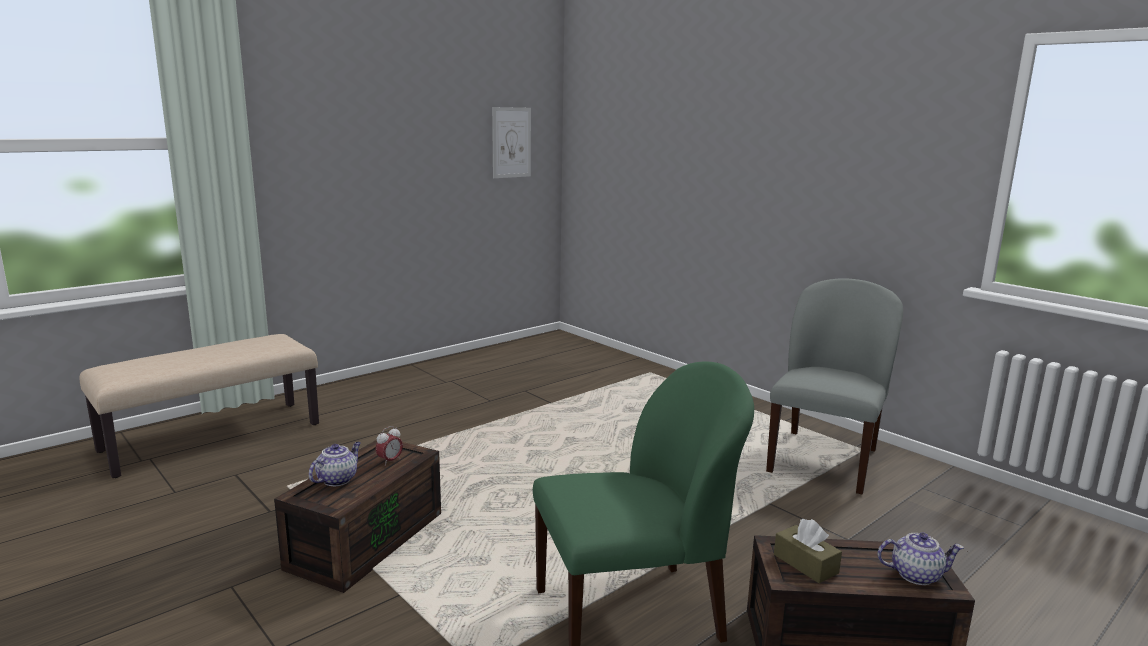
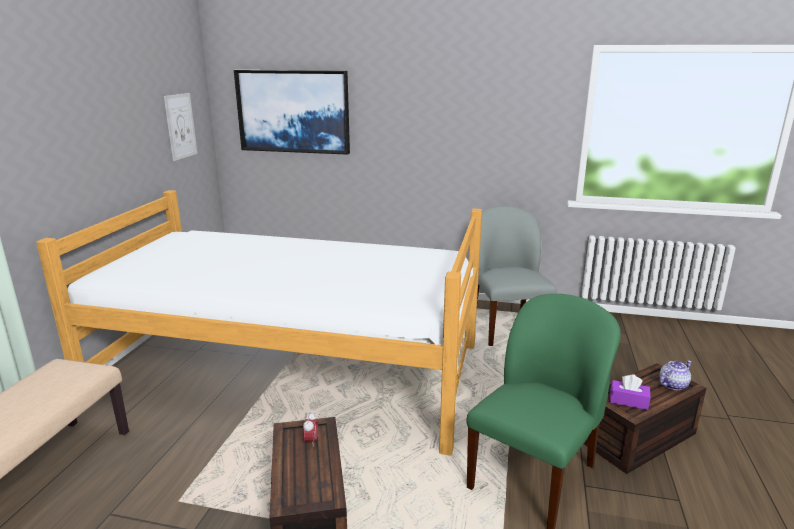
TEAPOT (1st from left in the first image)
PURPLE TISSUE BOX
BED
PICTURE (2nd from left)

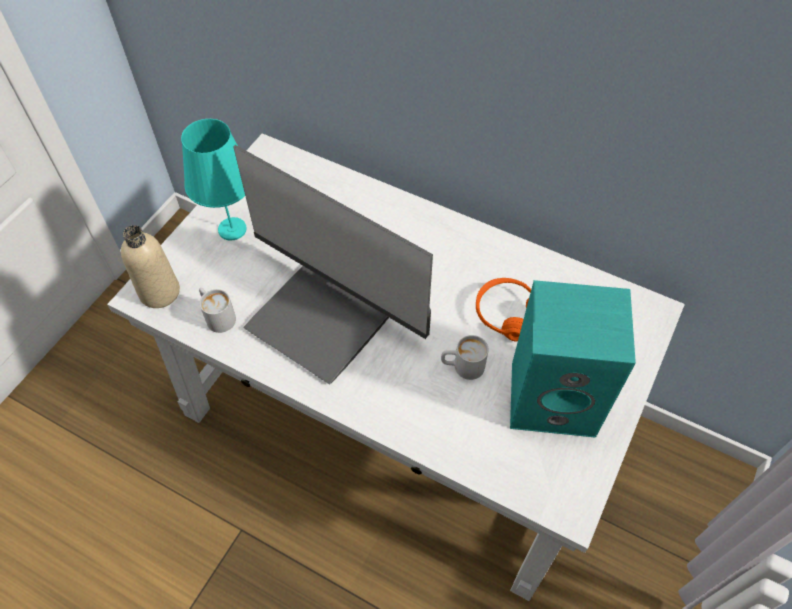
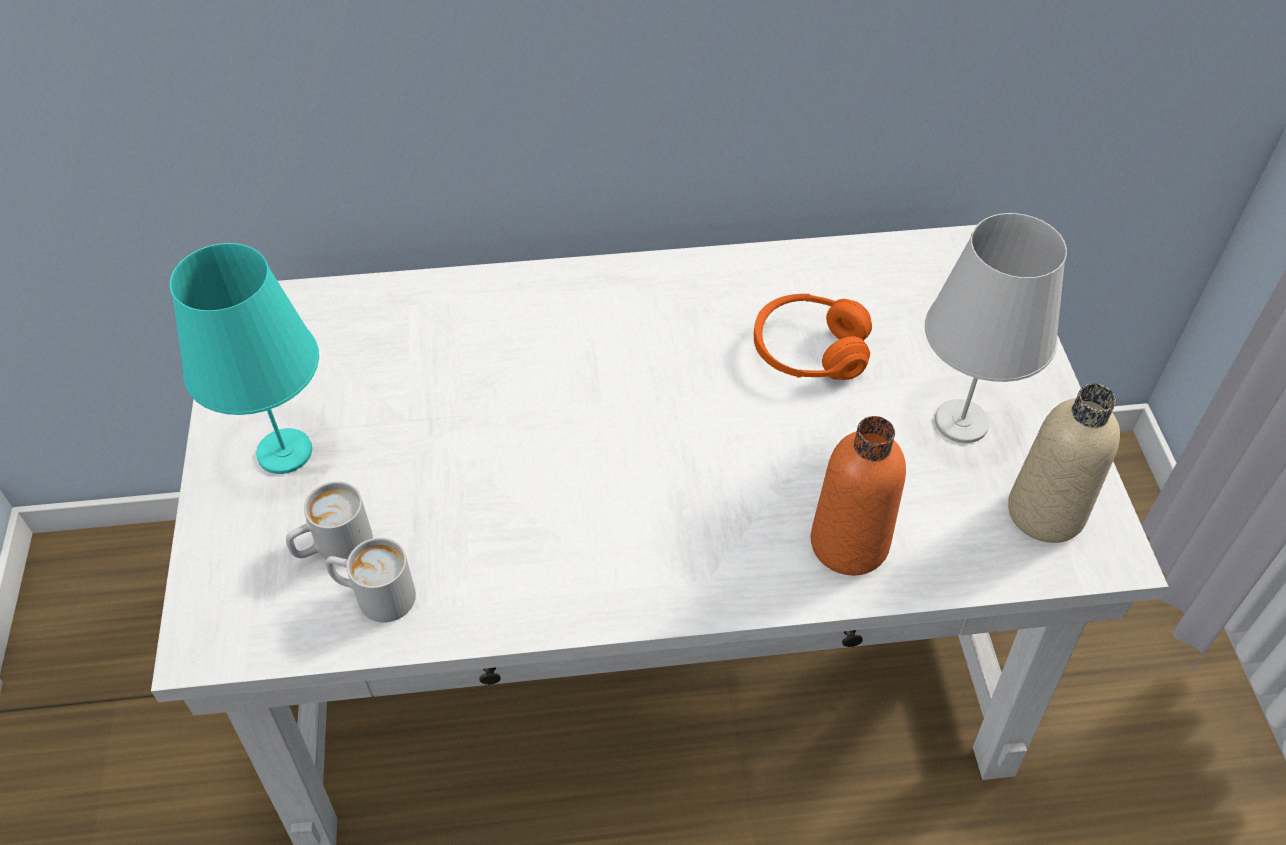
BEIGE BOTTLE
MONITOR
WHITE MUG (1st from left)
WHITE TABLE LAMP
ORANGE BOTTLE

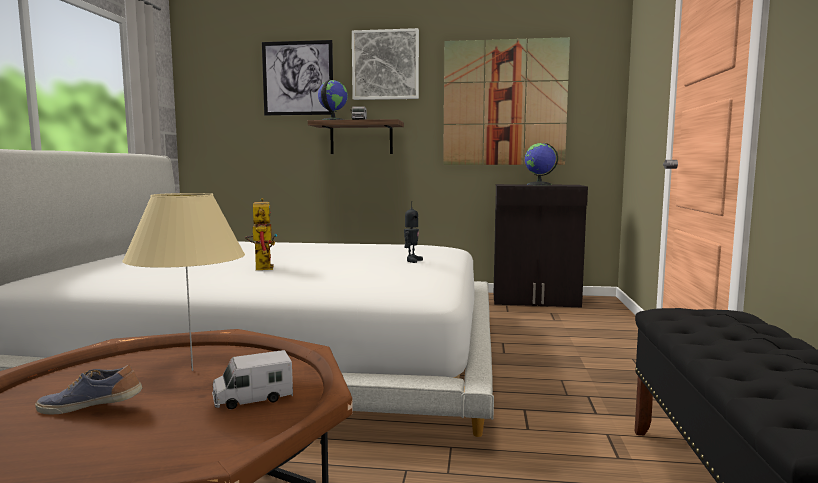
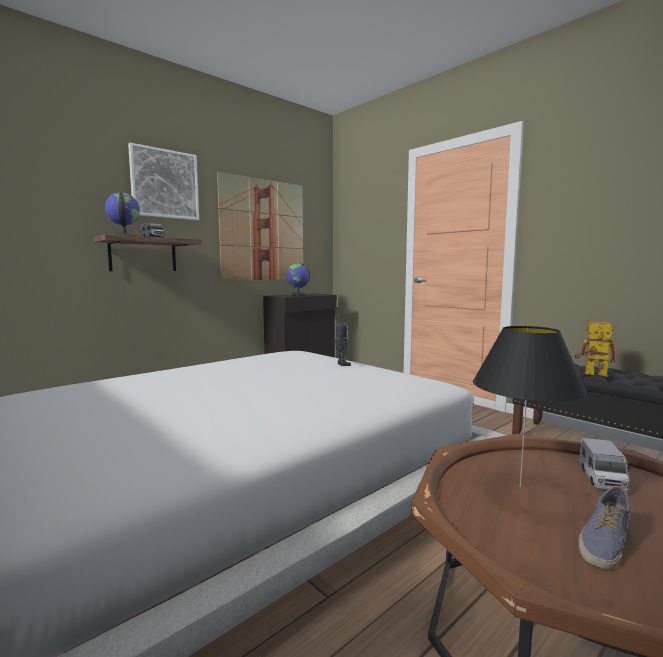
BLACK TABLE LAMP
TOY ROBOT (2nd from left)
PICTURE (1st from left in the first image)

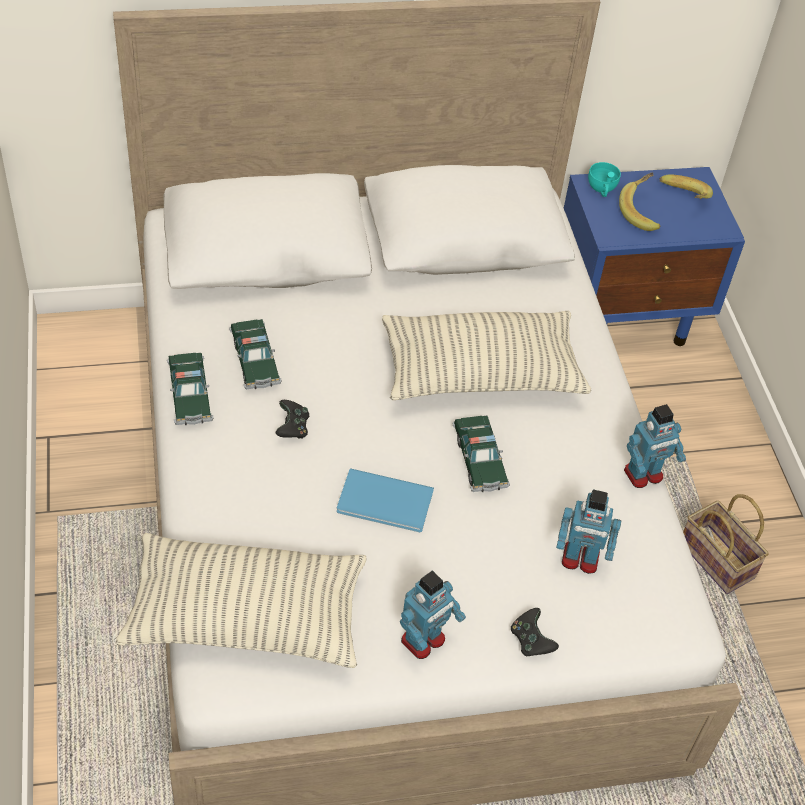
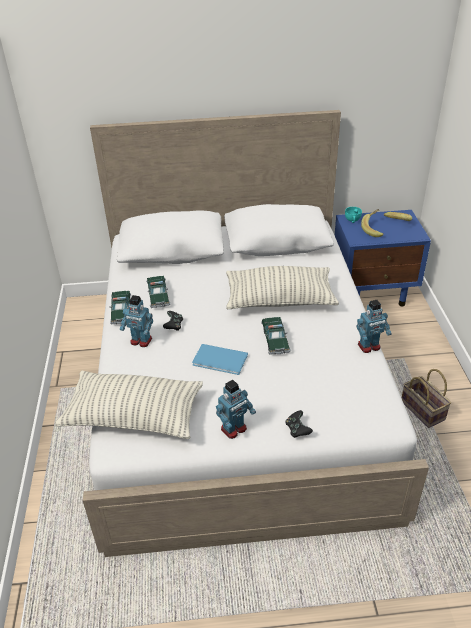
TOY ROBOT (1st from left)

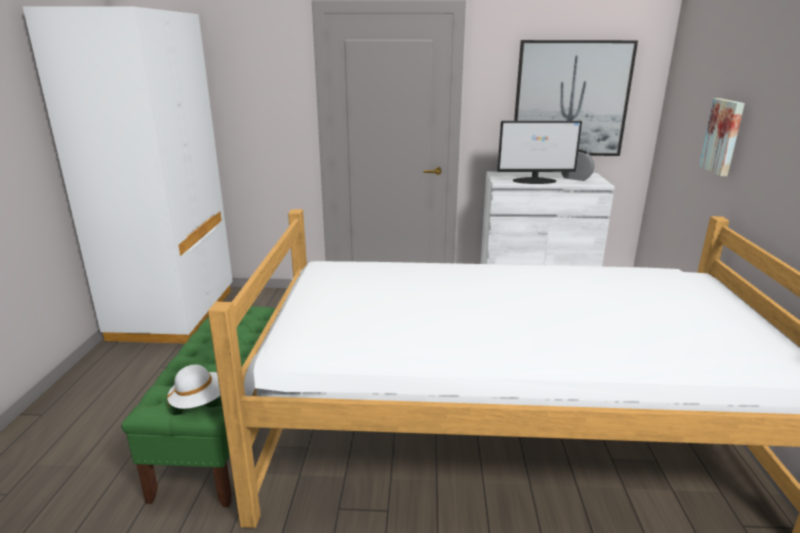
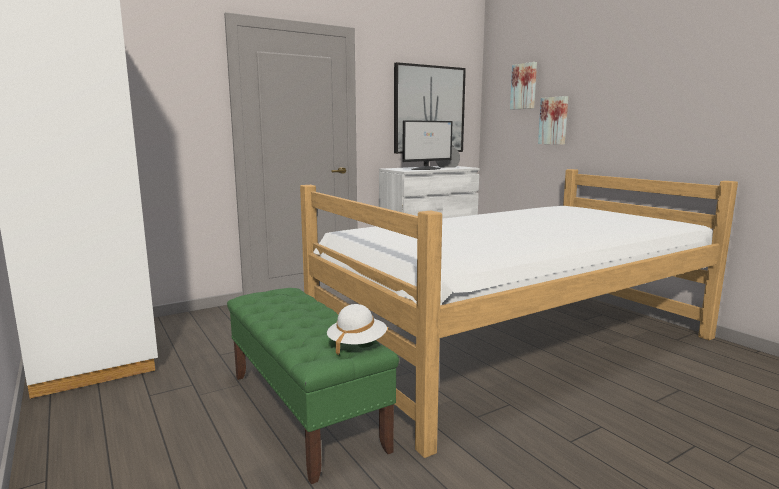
PICTURE (2nd from left)

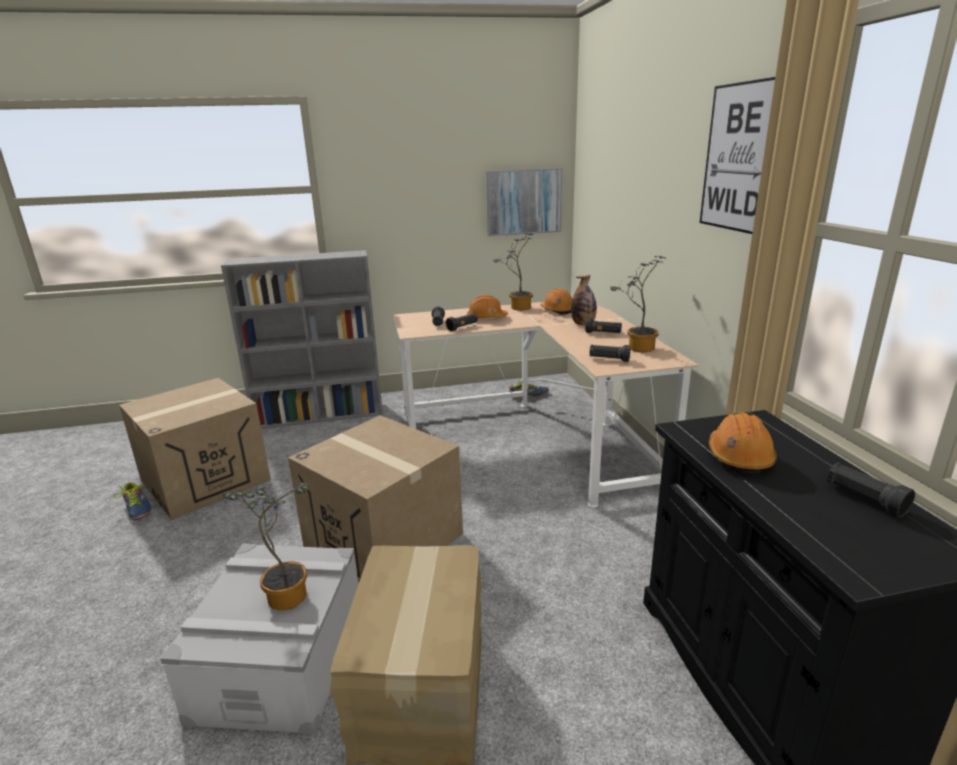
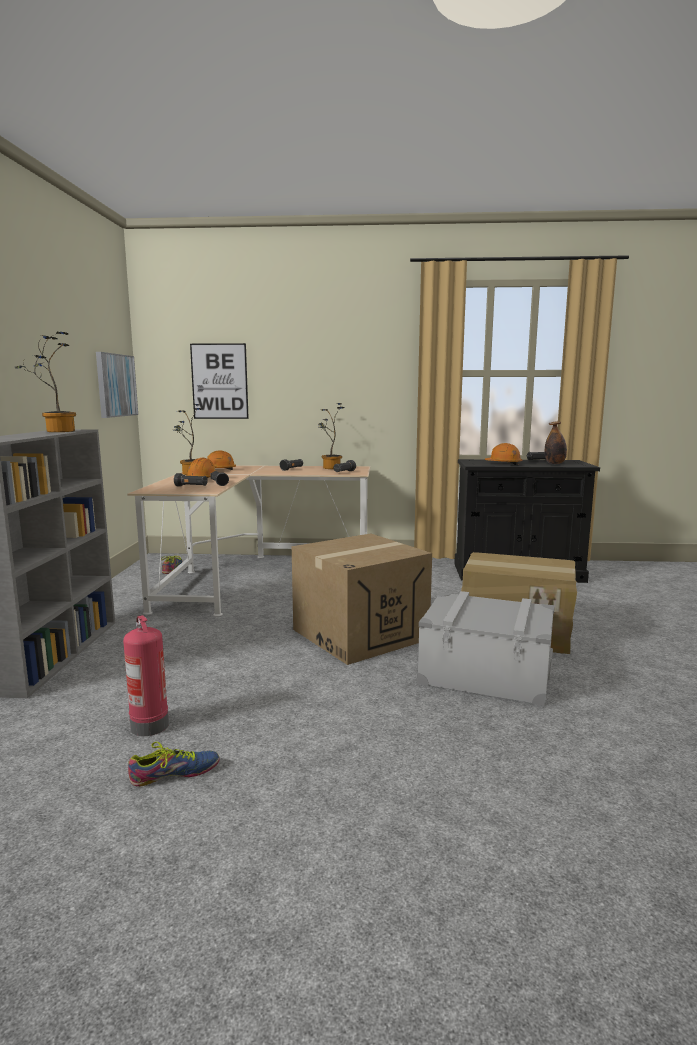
FIRE EXTINGUISHER
POTTED PLANT (1st from left)
BOTTLE
PICTURE (2nd from left)

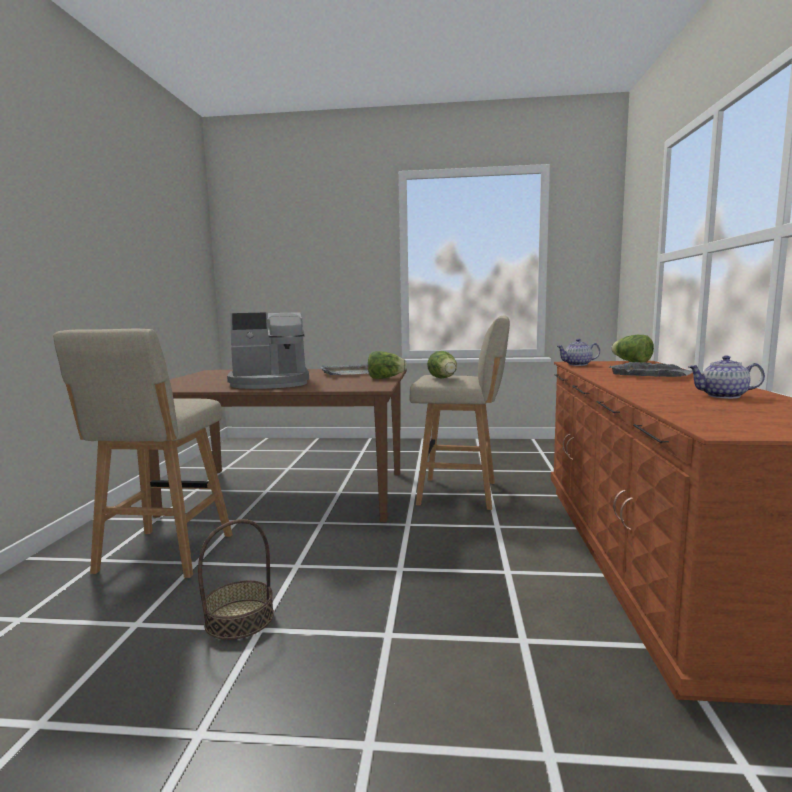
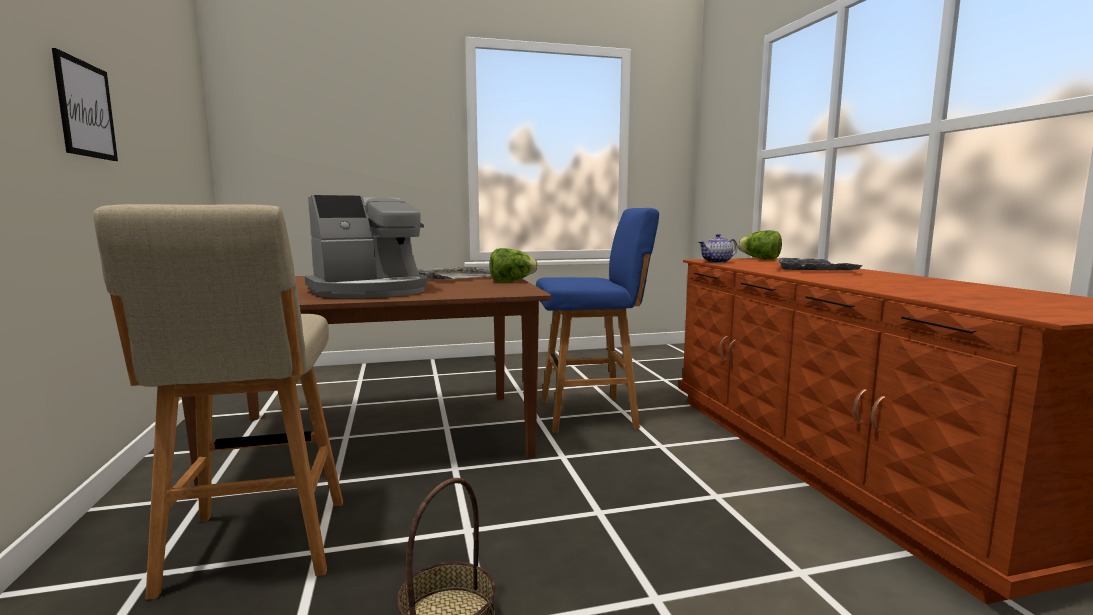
BLUE STOOL
LETTUCE (2nd from left in the first image)
TEAPOT (2nd from left in the first image)
PICTURE

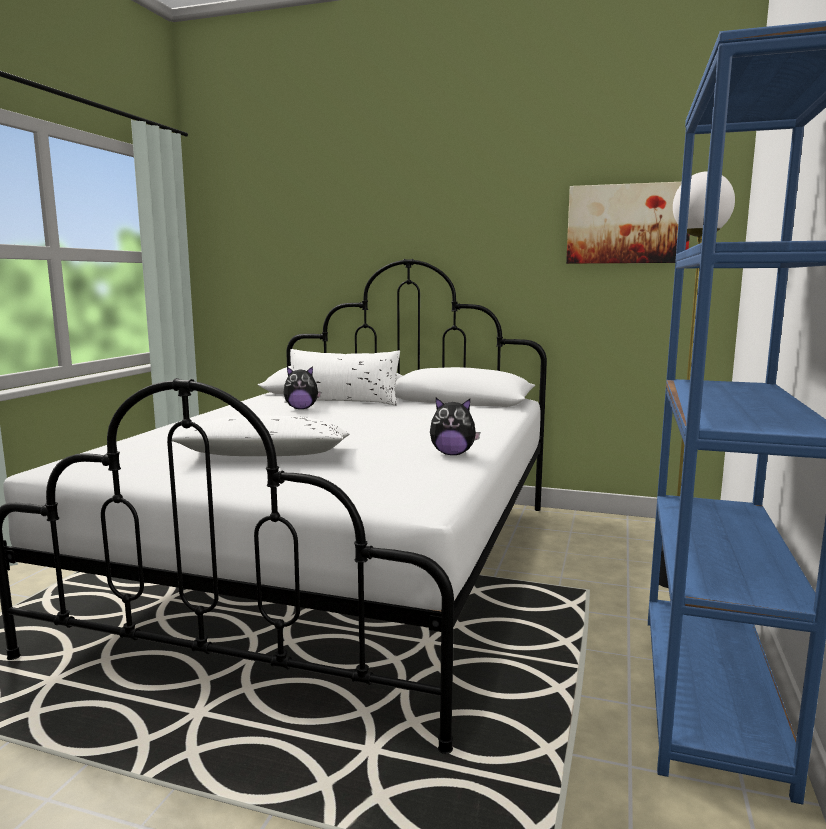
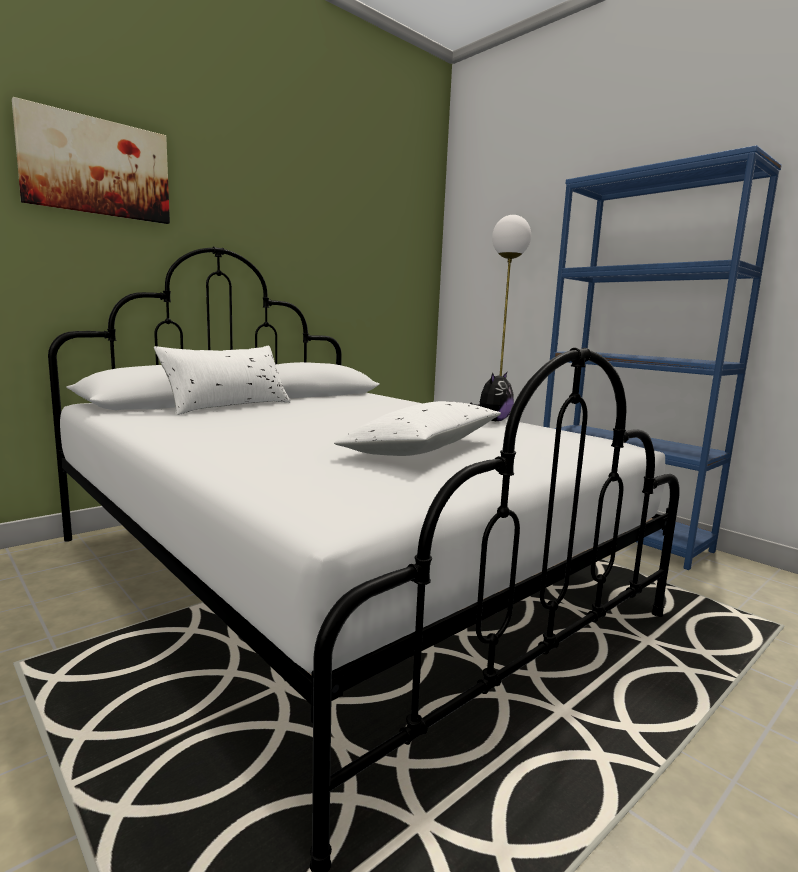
PLUSH TOY (1st from left in the first image)
PICTURE

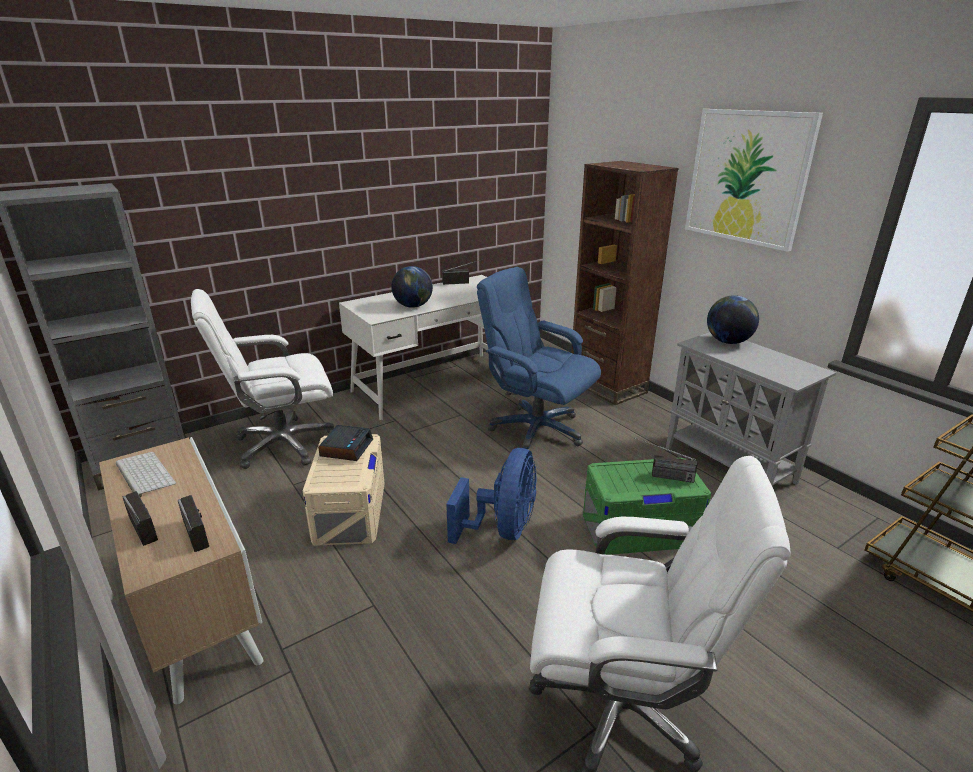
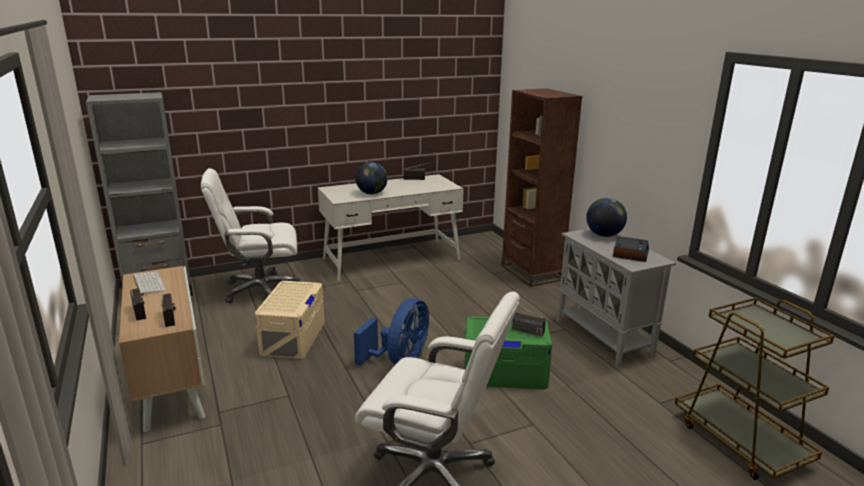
ALARM CLOCK
BLUE OFFICE CHAIR
PICTURE

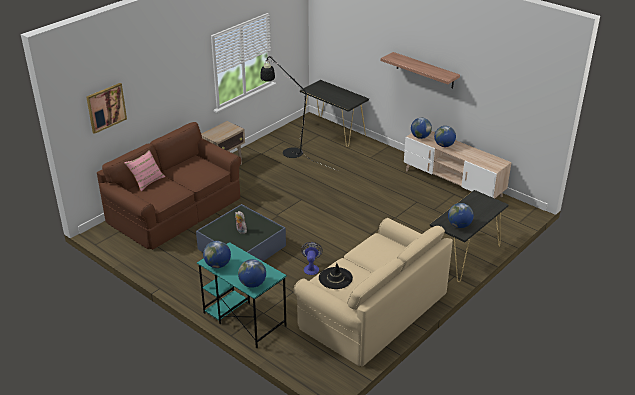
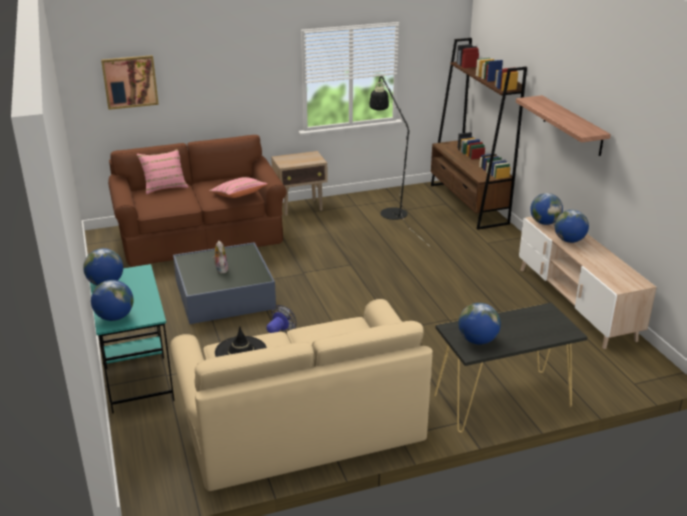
BROWN BOOKCASE
PINK PILLOW (2nd from left)

